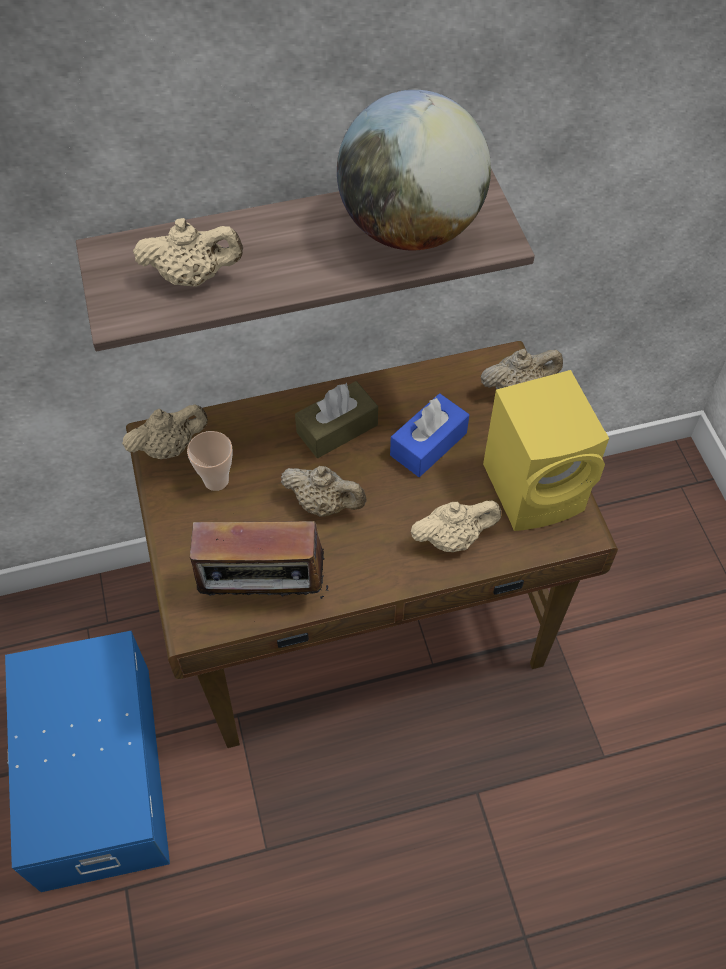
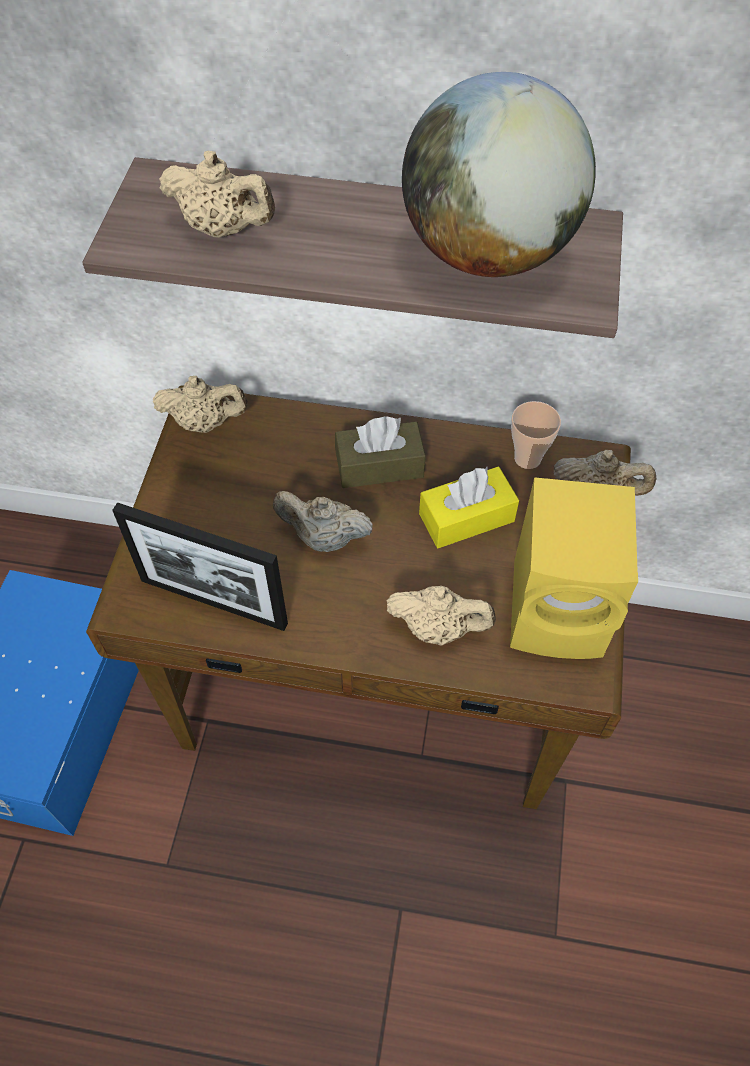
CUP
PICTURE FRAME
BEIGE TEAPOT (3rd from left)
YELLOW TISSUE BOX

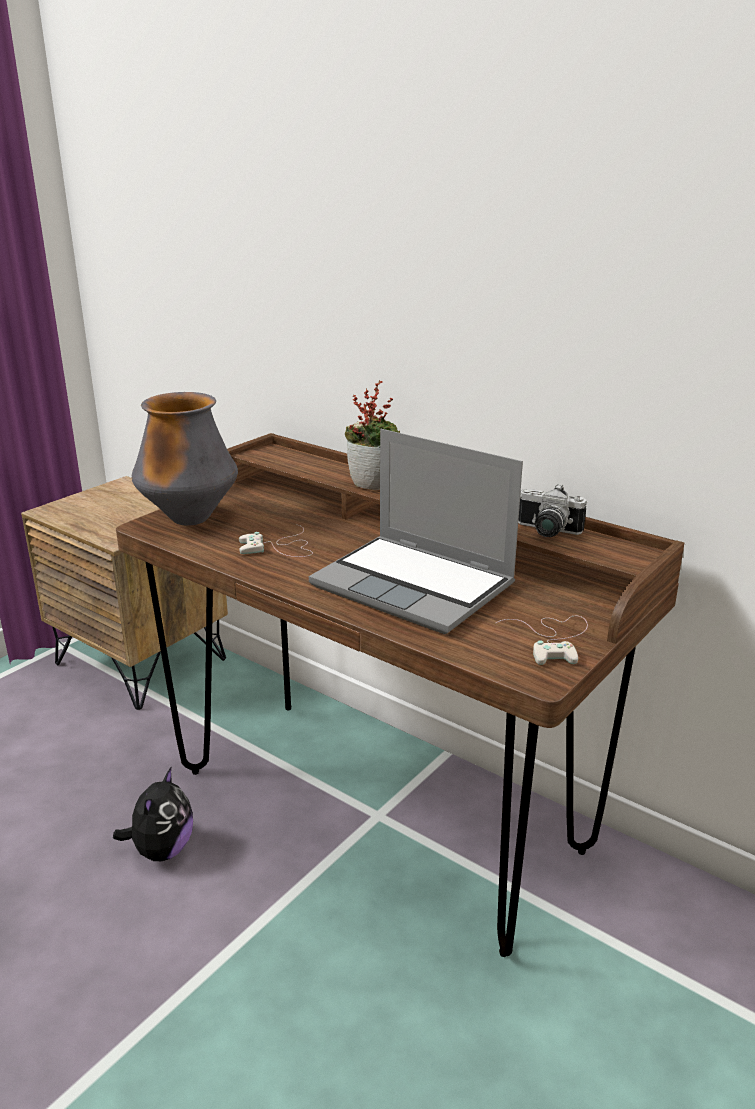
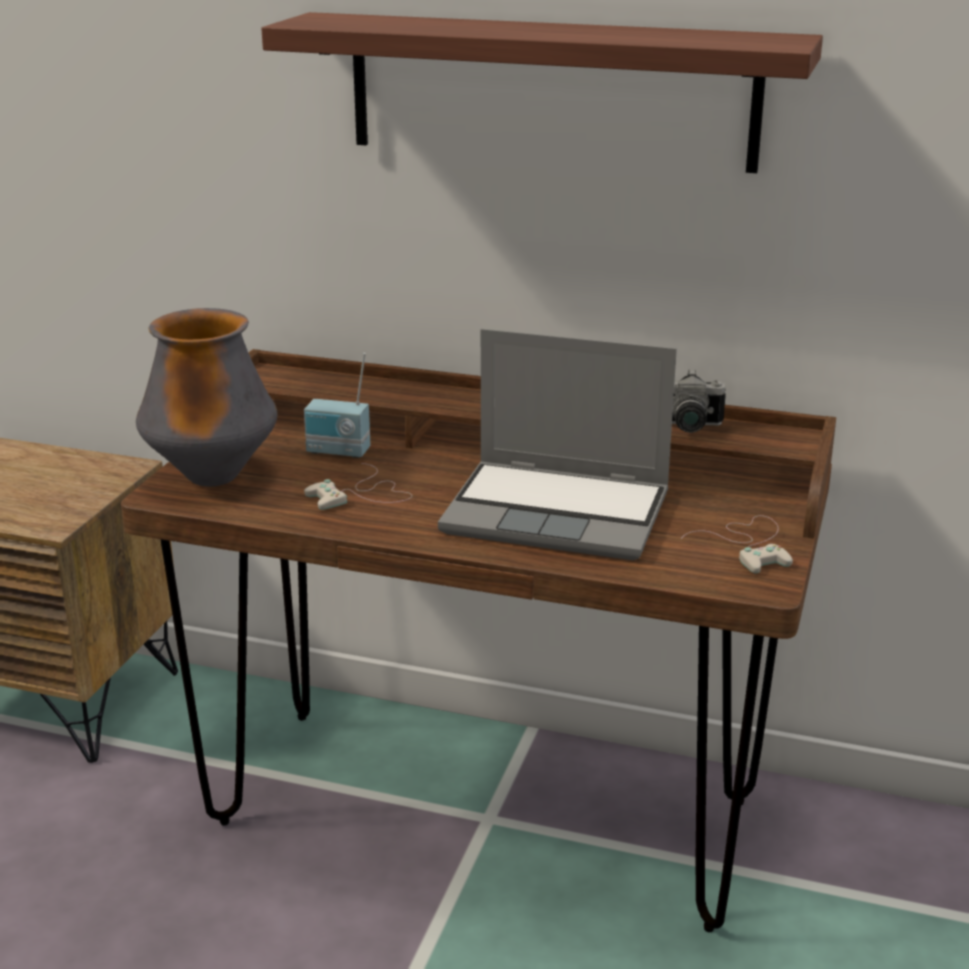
PLUSH TOY
POTTED PLANT
SHELF
RADIO

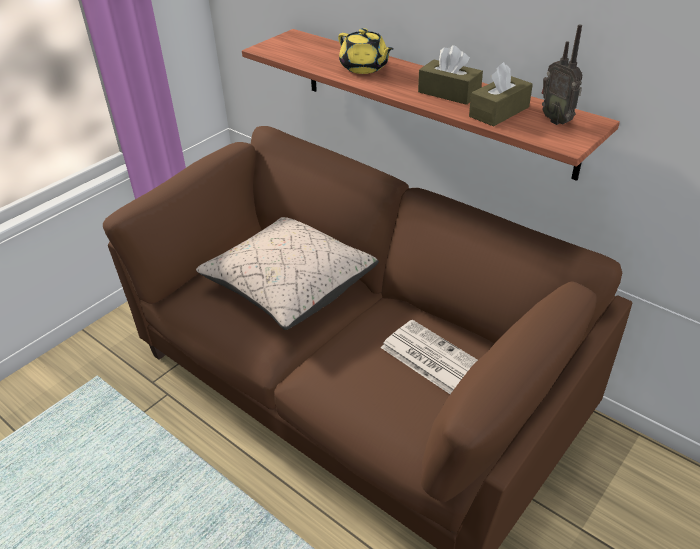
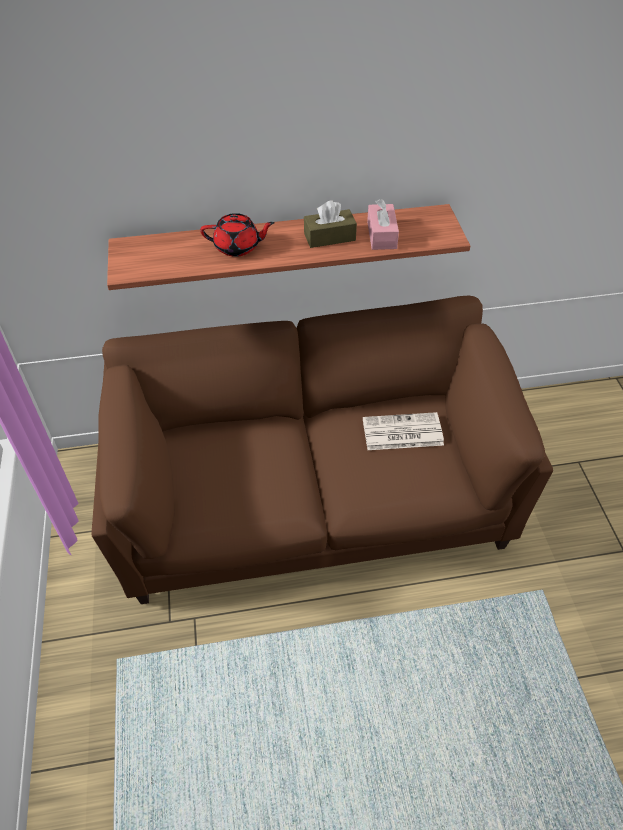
BEIGE PILLOW
RED TEAPOT
PINK TISSUE BOX
RADIO

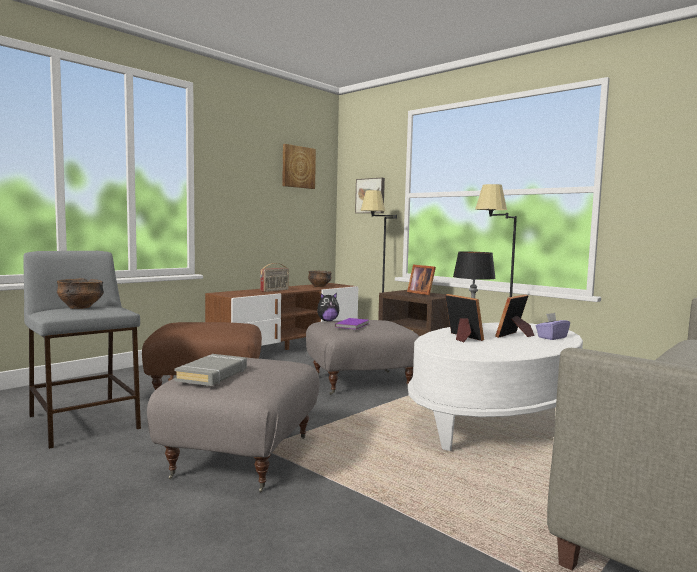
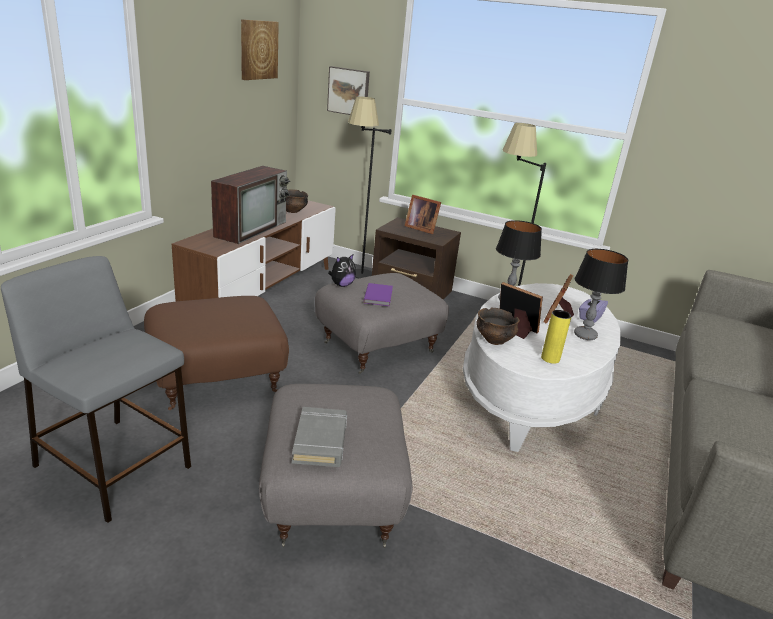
BOWL (2nd from left)
TELEVISION
YELLOW VASE
TABLE LAMP (2nd from left)

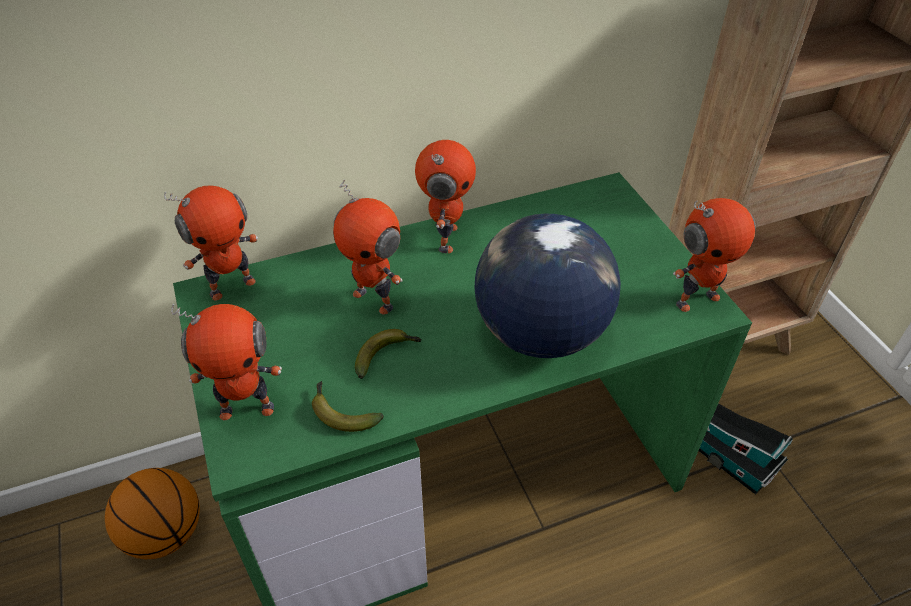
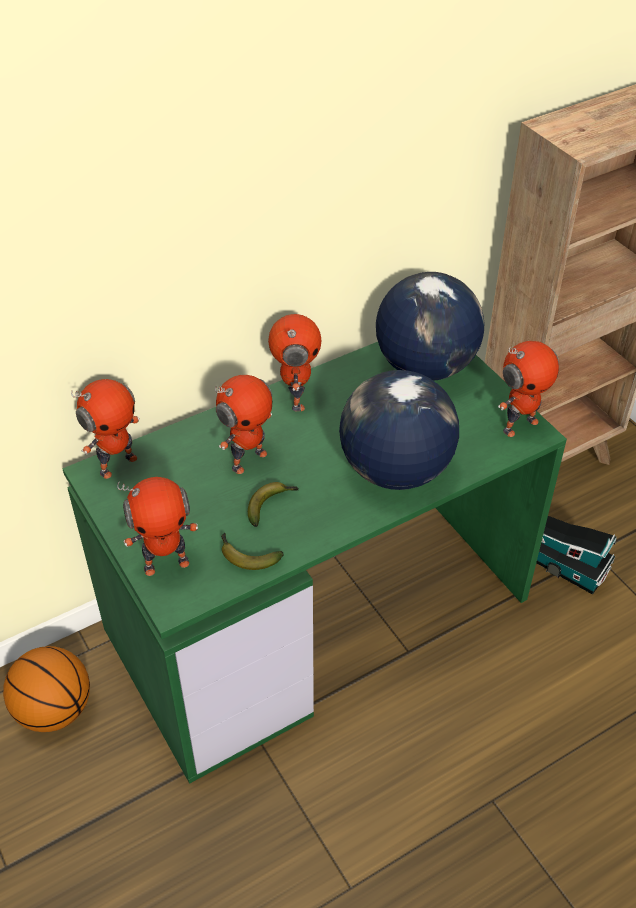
TOY ROBOT (3rd from left)
GLOBE (2nd from left)

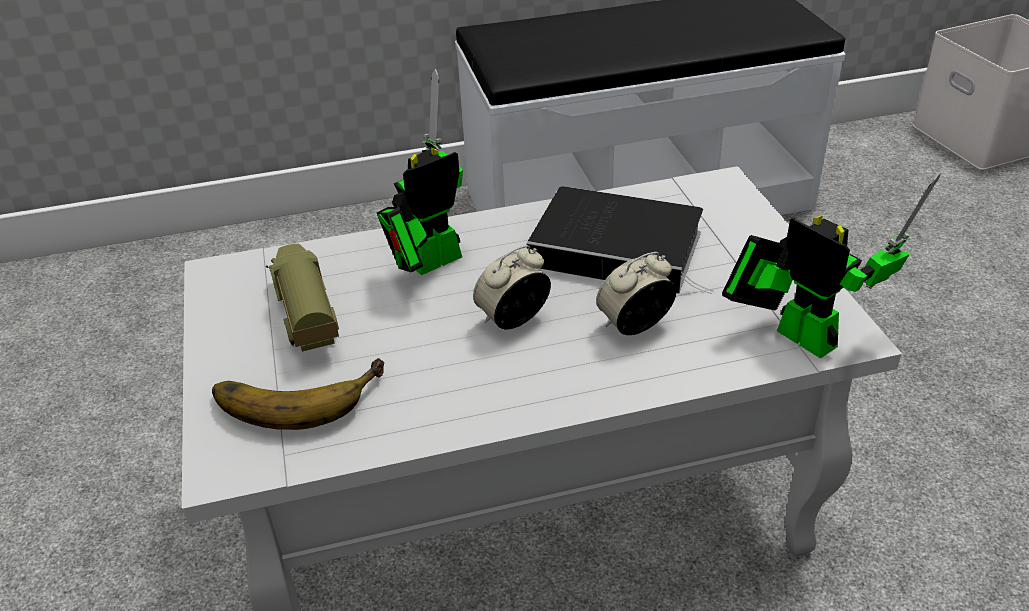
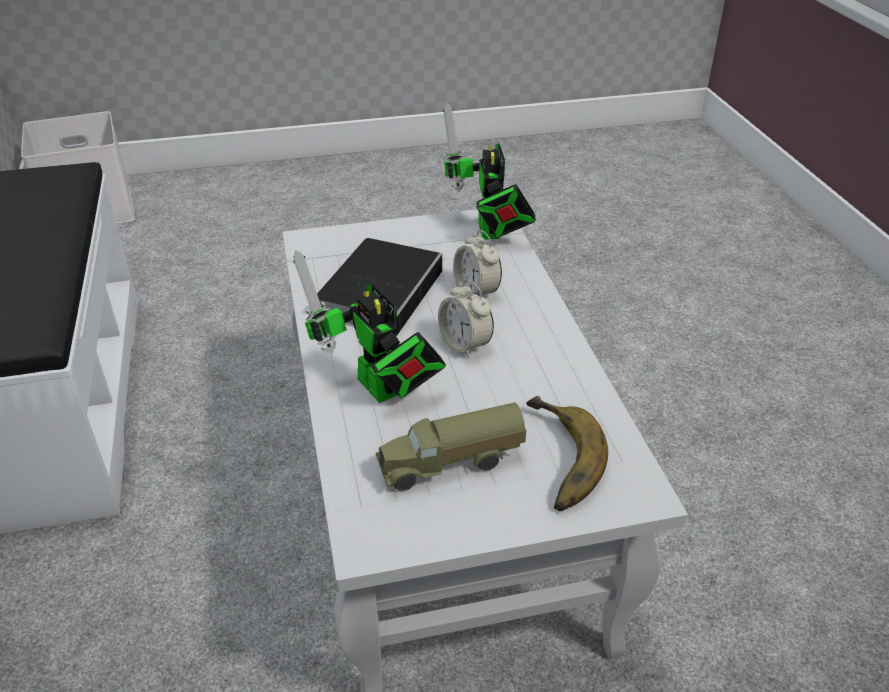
TOY ROBOT (2nd from left)

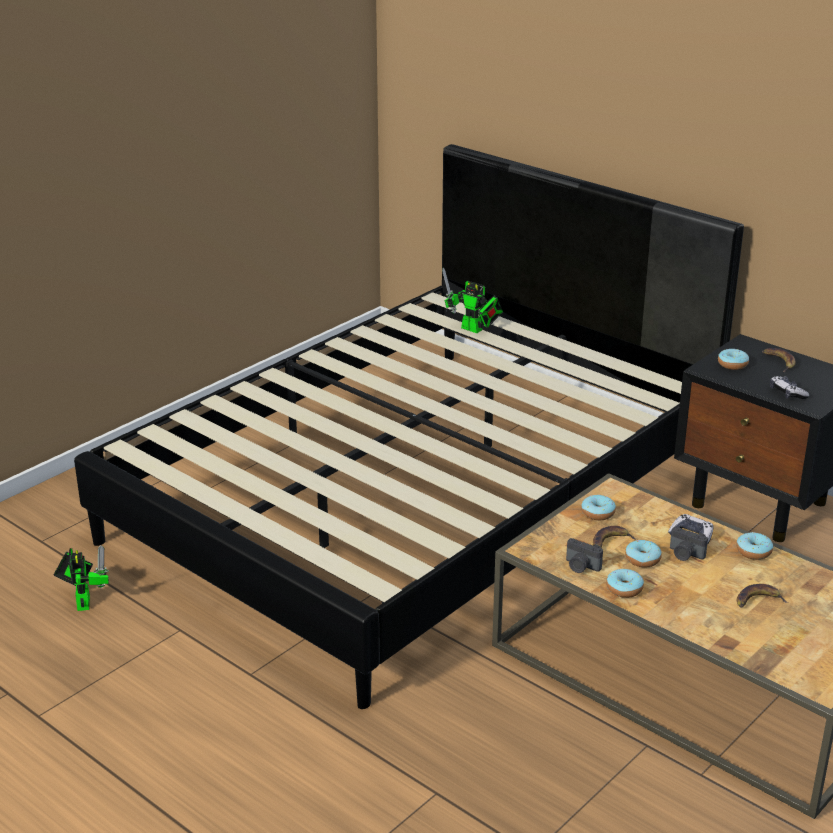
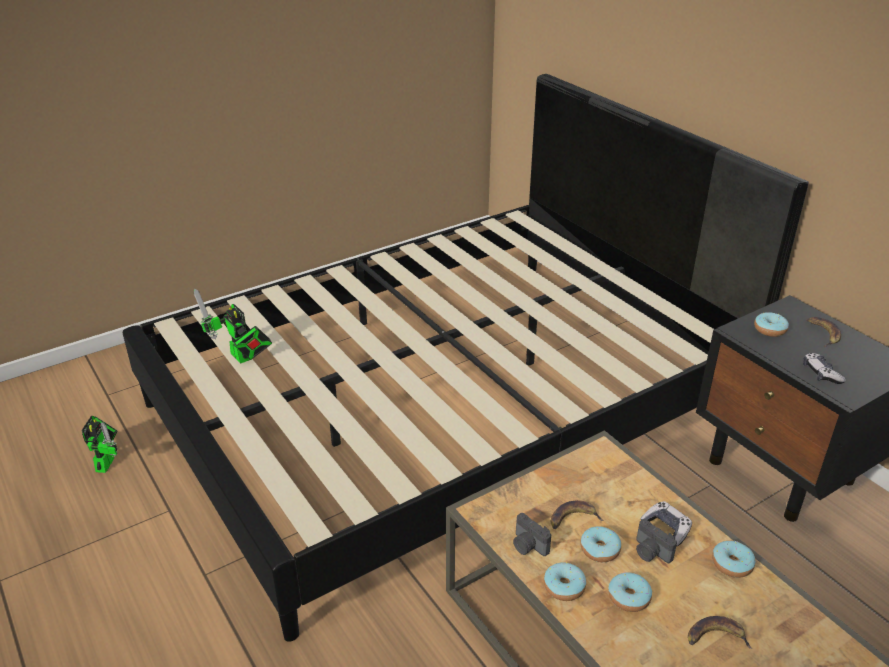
TOY ROBOT (2nd from left)
DONUT (3rd from left)

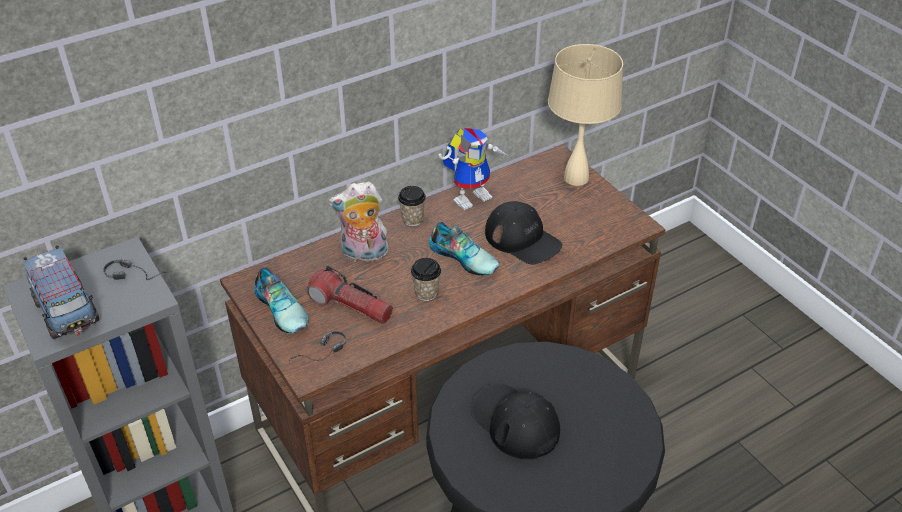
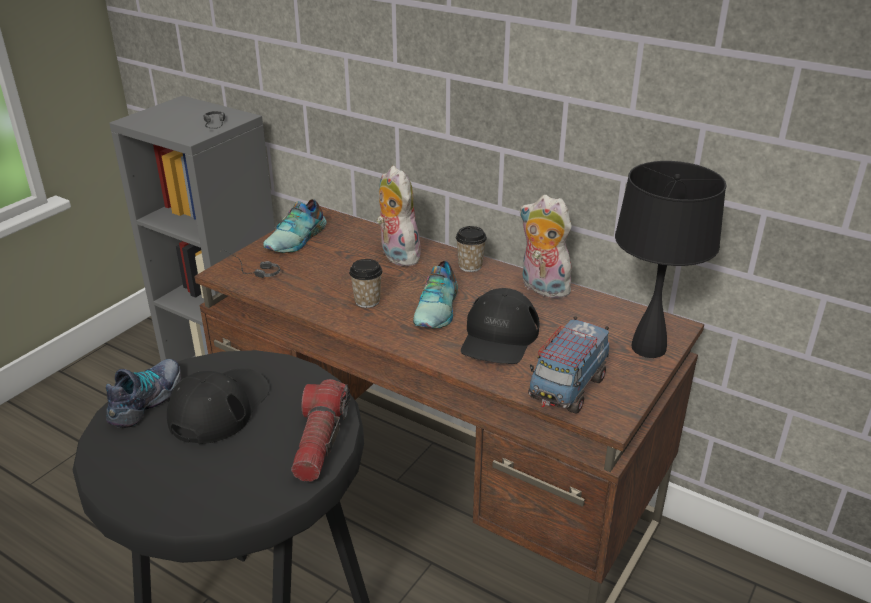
TOY TRUCK
FLASHLIGHT
PLUSH TOY (2nd from left)
BLACK TABLE LAMP
SHOE (1st from left)

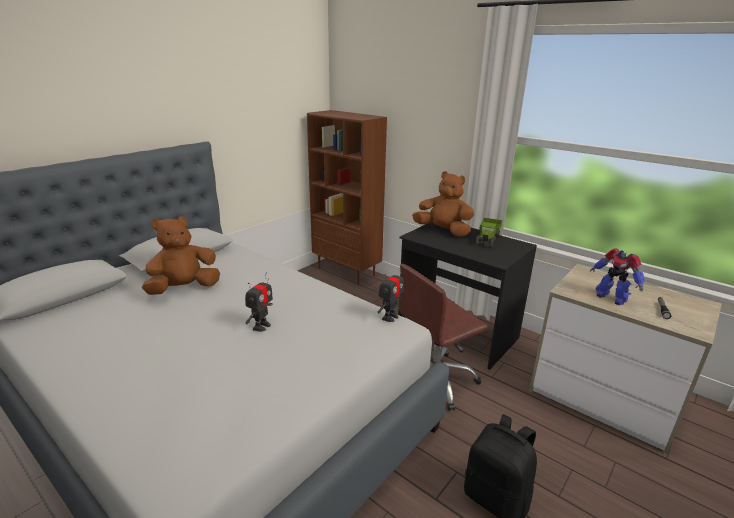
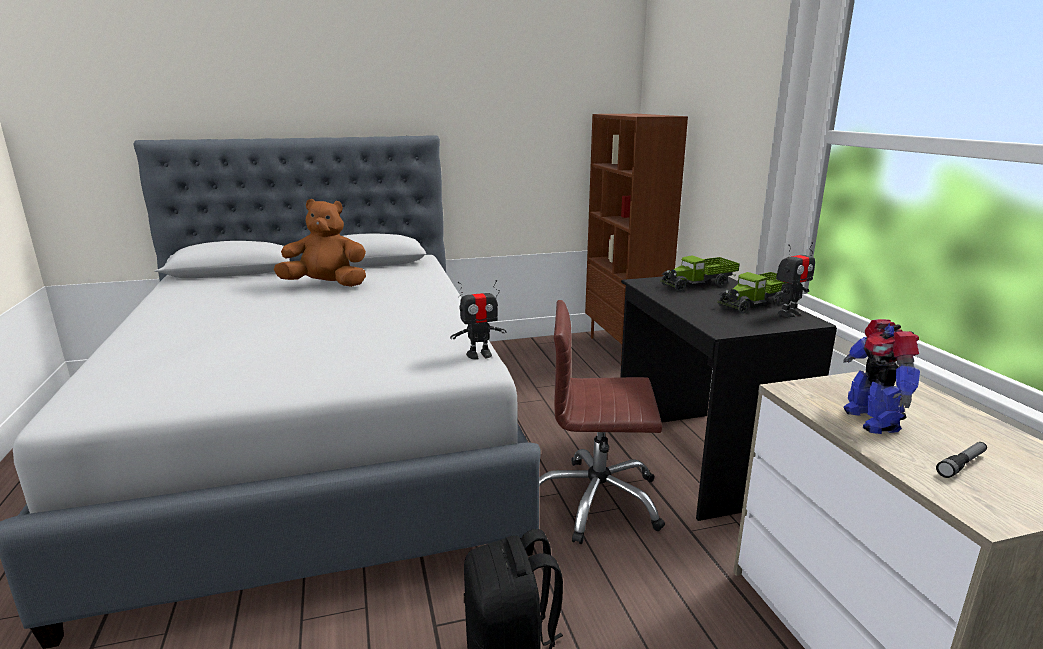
TOY ROBOT (2nd from left)
TOY TRUCK (1st from left)

